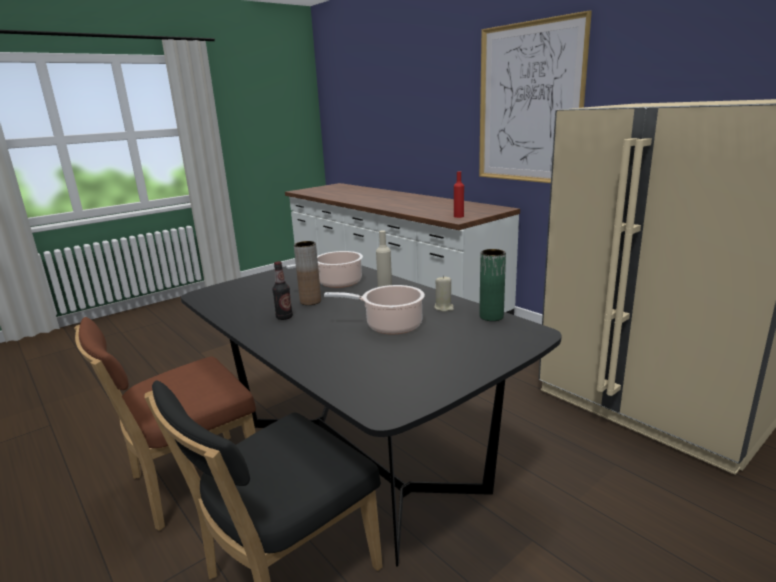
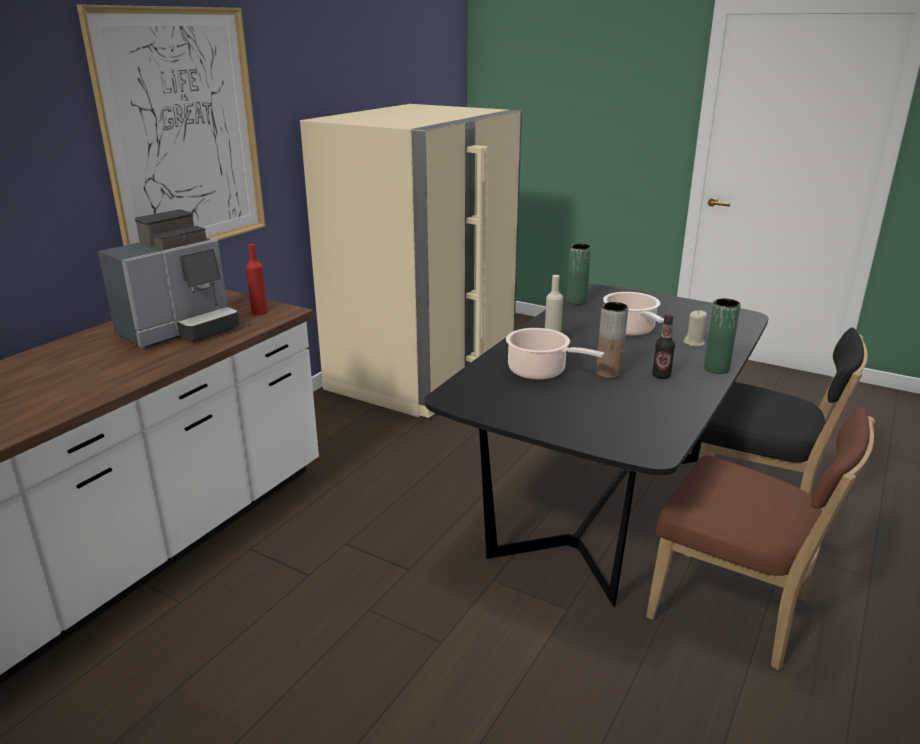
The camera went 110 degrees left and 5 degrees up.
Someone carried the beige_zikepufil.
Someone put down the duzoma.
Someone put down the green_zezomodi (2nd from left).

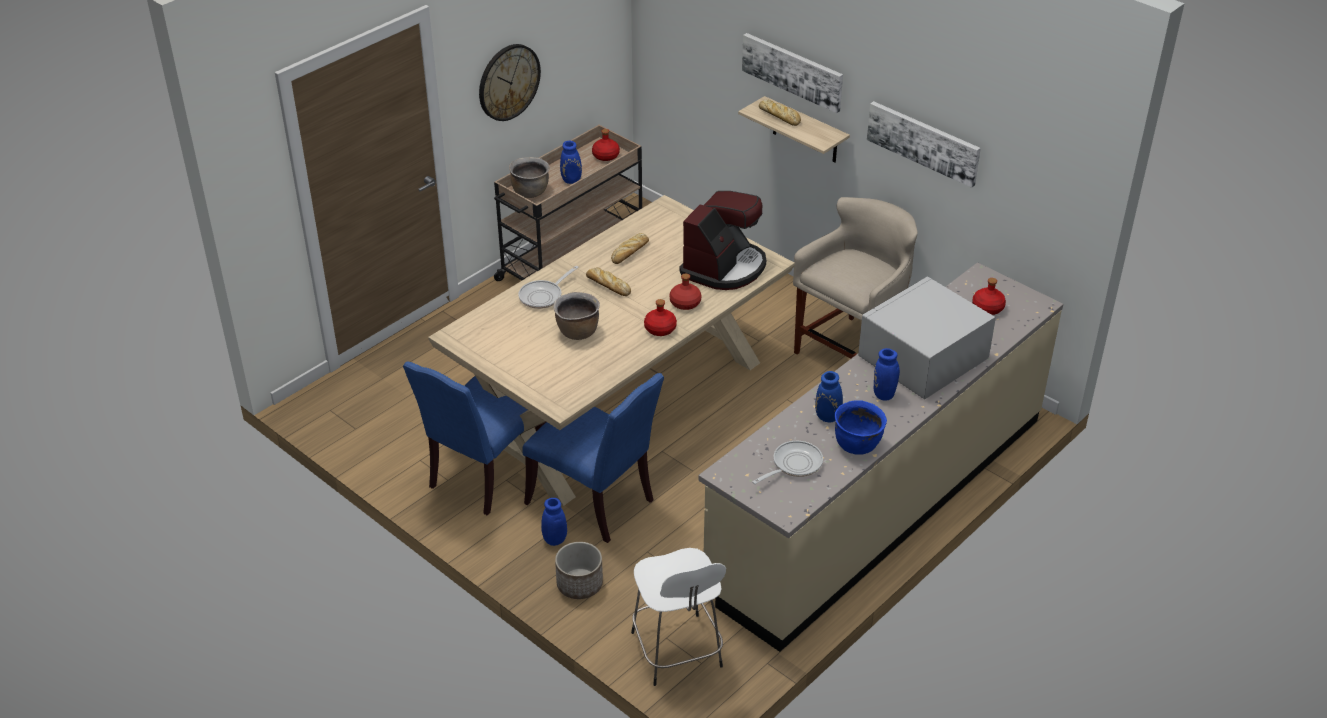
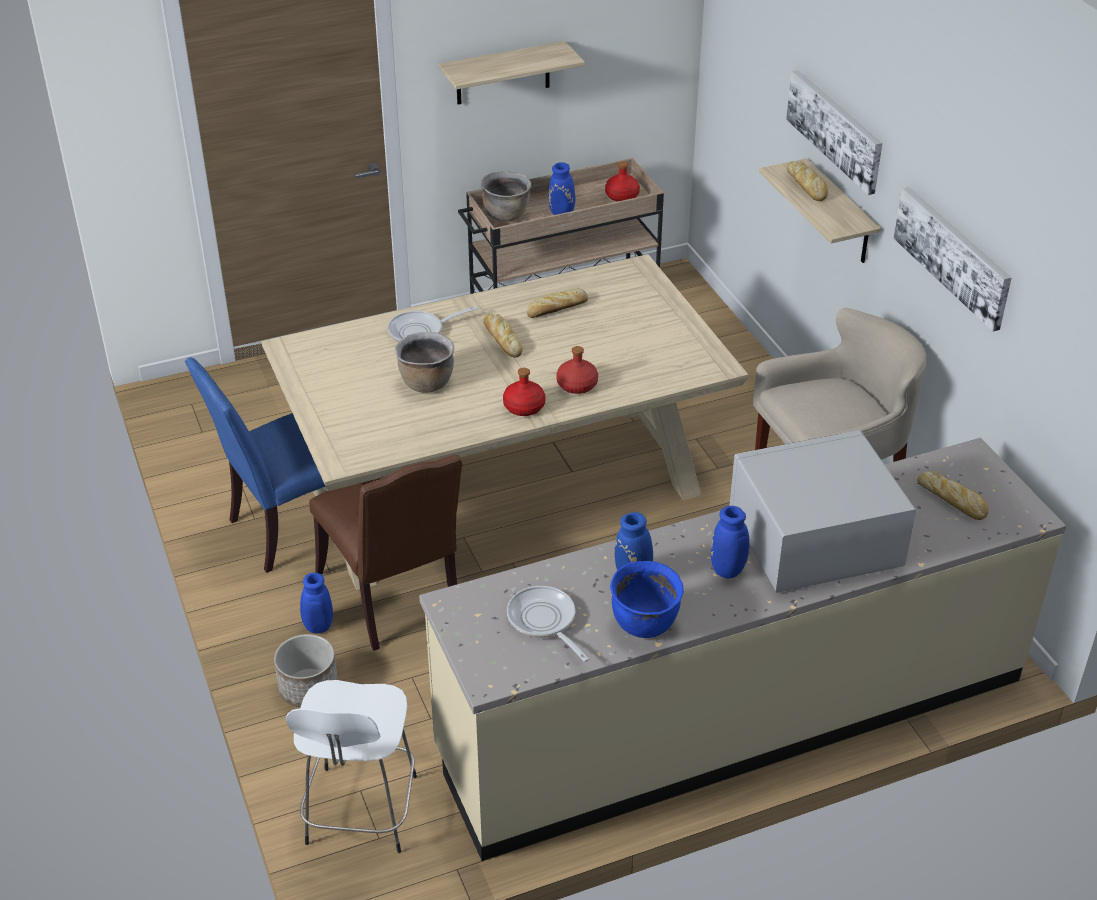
The camera went 25 degrees right and 0 degrees up.
Someone swapped the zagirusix for the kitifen (1st from left).
Someone repainted the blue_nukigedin (2nd from left), which became the brown_nukigedin.
Someone took away the duzoma.
Someone rotated the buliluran (2nd from left) by 105 degrees counterclockwise.
Someone swapped the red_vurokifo (4th from left) for the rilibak (4th from left).

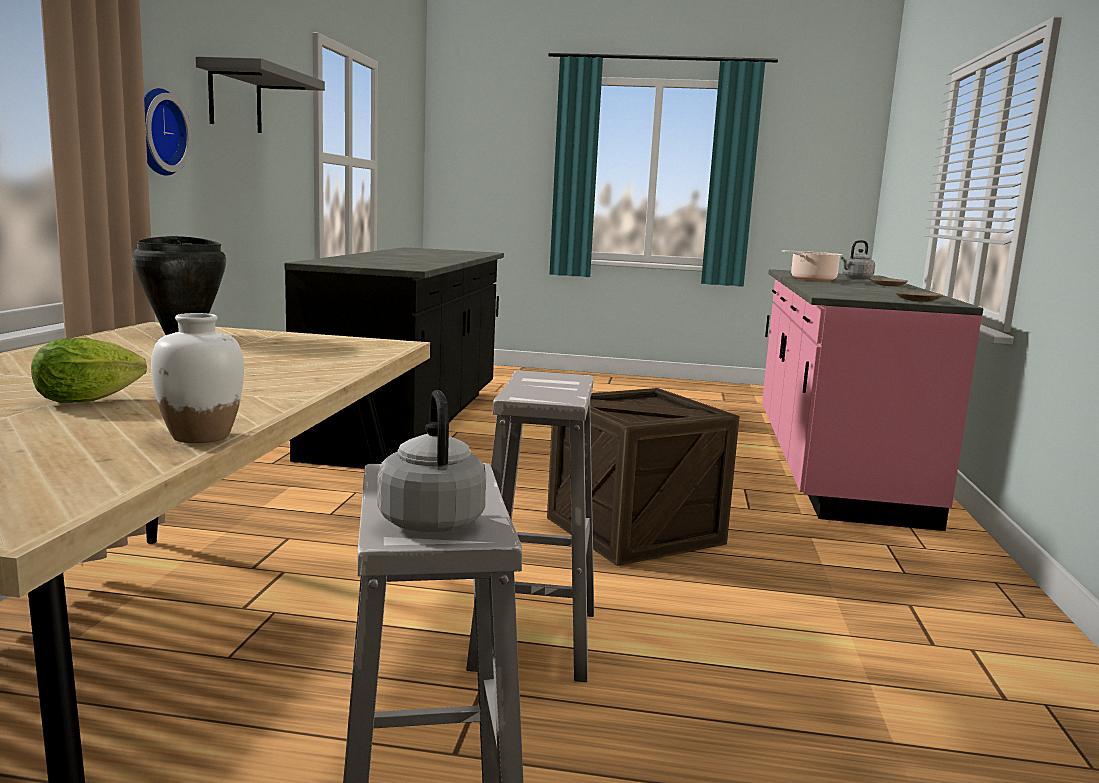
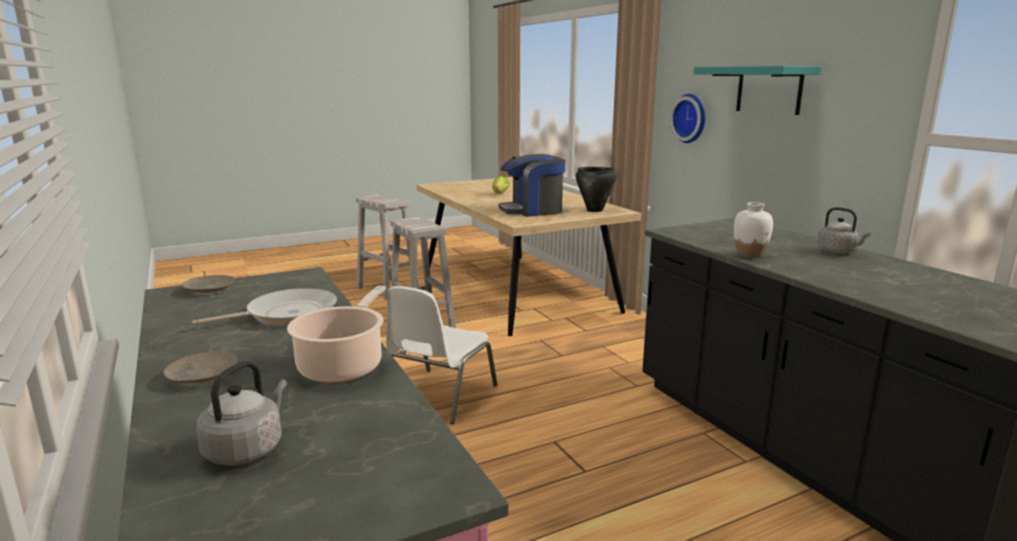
The camera went 145 degrees right and 5 degrees up.
Someone carried the white_zezomodi.
Someone repainted the grey_kitifen, which became the turquoise_kitifen.
Someone carried the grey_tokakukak (1st from left in the first image).
Someone swapped the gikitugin for the white_nukigedin.
Someone put down the buliluran.
Someone put down the duzoma.

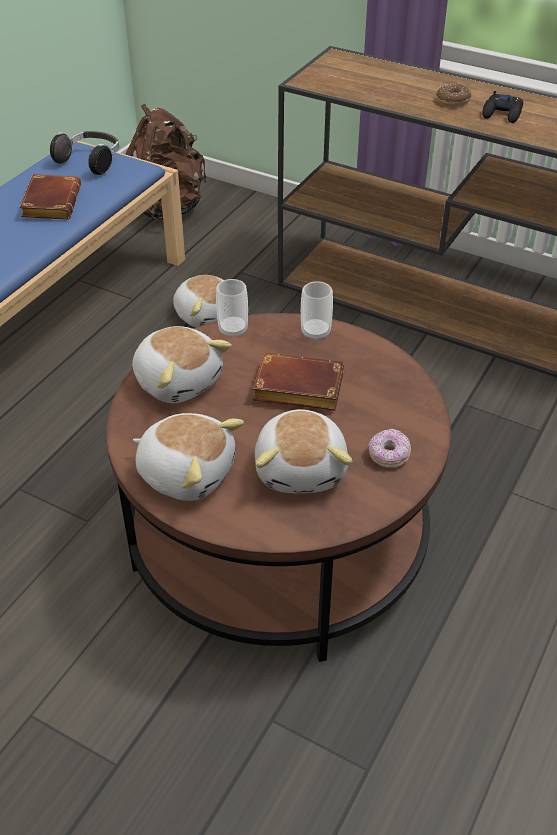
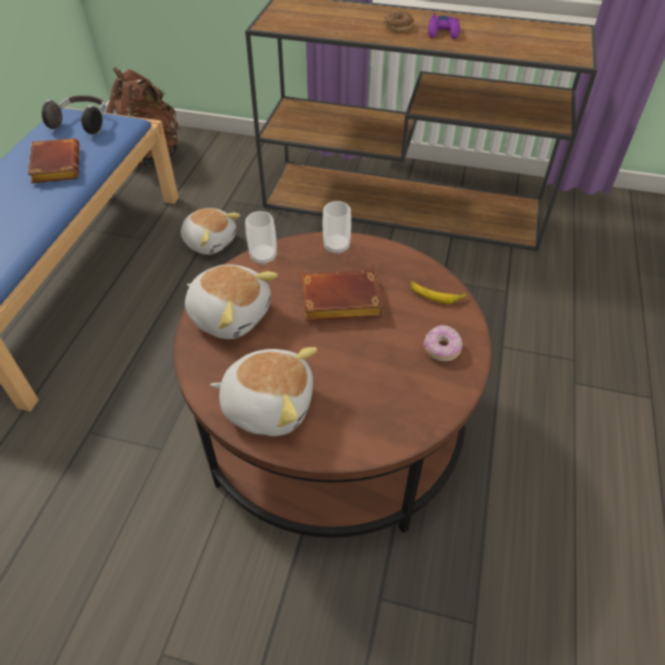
The camera went 15 degrees left and 5 degrees up.
Someone took away the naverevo (4th from left).
Someone repainted the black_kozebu, which became the purple_kozebu.
Someone put down the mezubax.

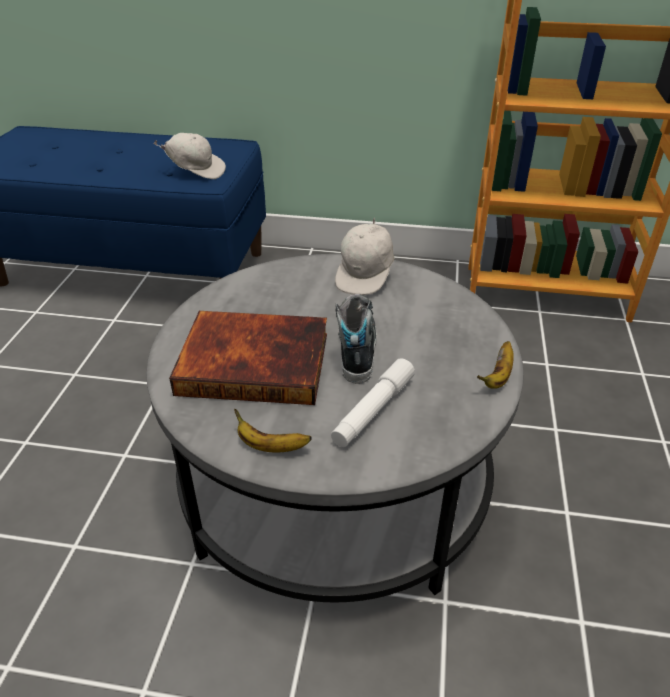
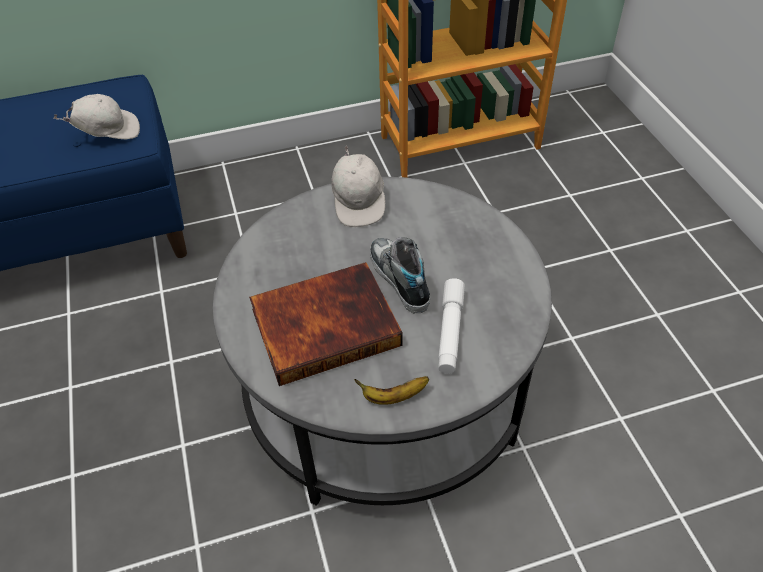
The camera went 25 degrees left and 10 degrees up.
Someone took away the mezubax (2nd from left).

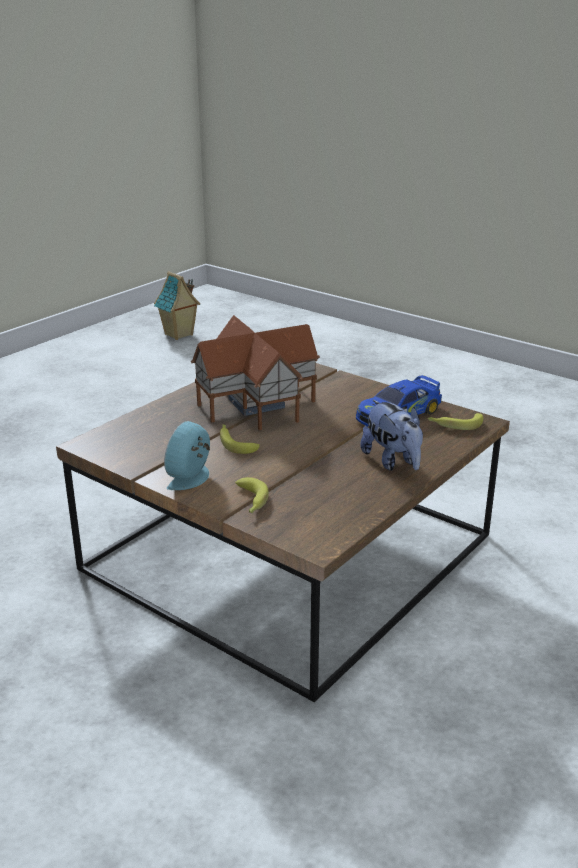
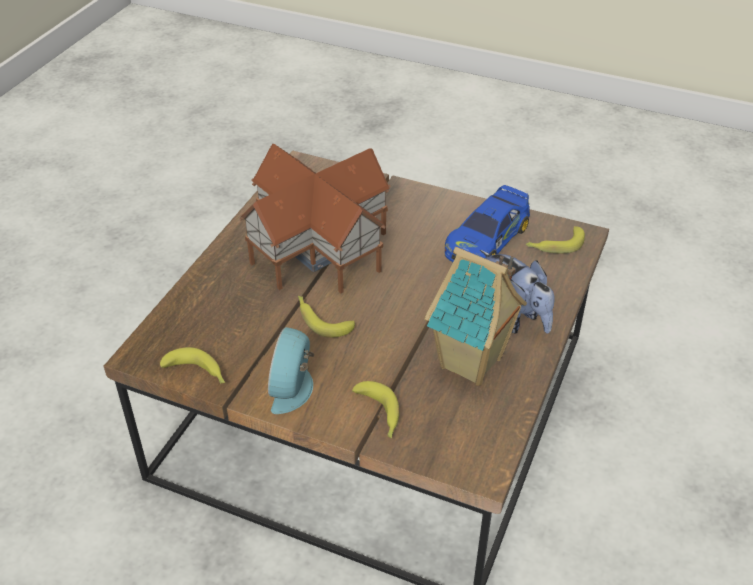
The camera went 15 degrees left and 15 degrees up.
Someone carried the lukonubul (1st from left in the first image).
Someone put down the mezubax (1st from left).

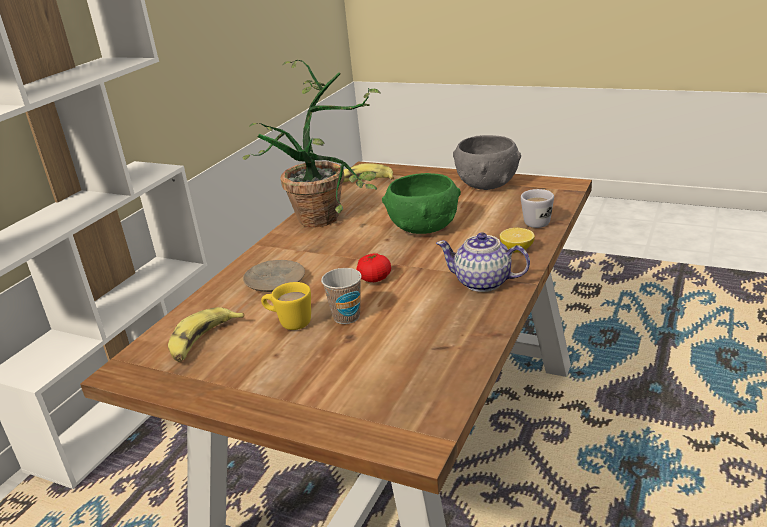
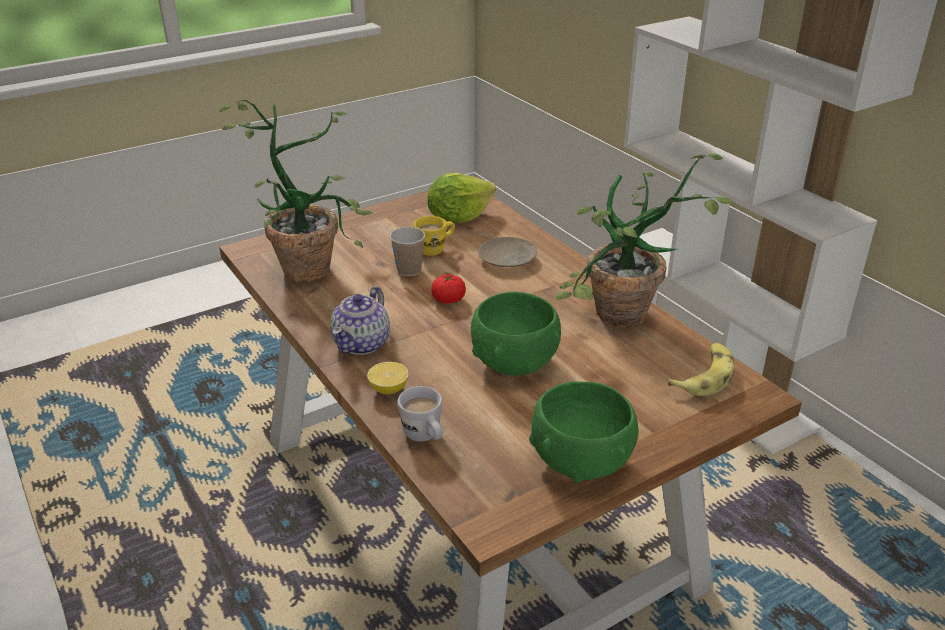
The camera went 120 degrees right and 5 degrees up.
Someone swapped the mezubax (1st from left) for the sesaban.
Someone rotated the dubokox by 150 degrees clockwise.
Someone repainted the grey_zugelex, which became the green_zugelex (2nd from left).
Someone put down the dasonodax (1st from left).

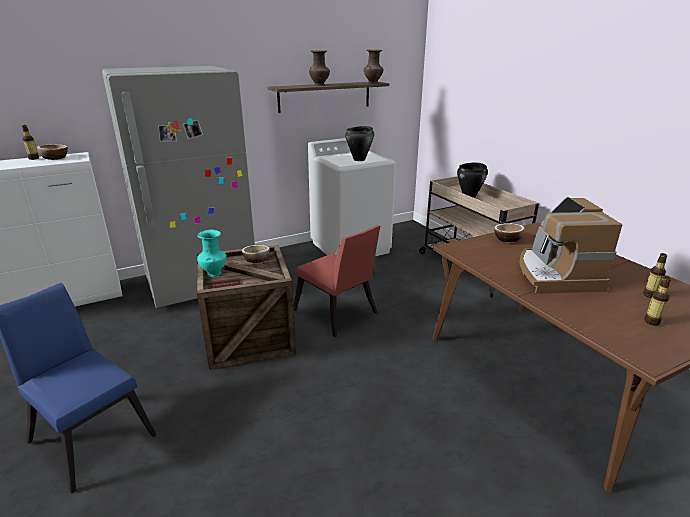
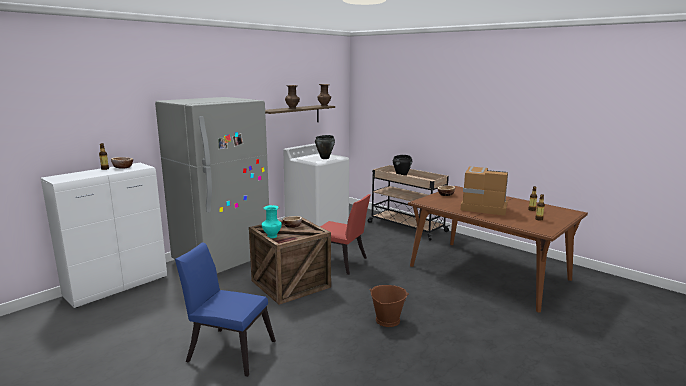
The camera went 20 degrees left and 10 degrees down.
Someone rotated the duzoma by 135 degrees clockwise.
Someone put down the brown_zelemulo.

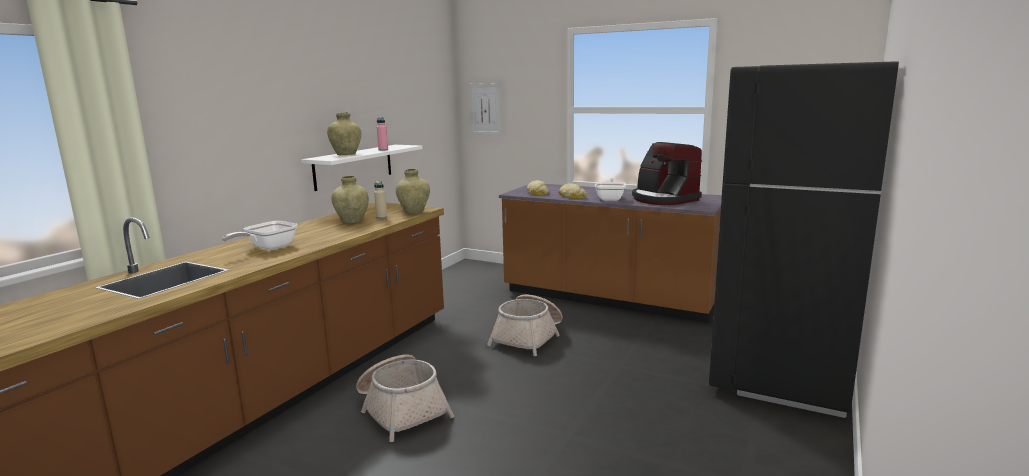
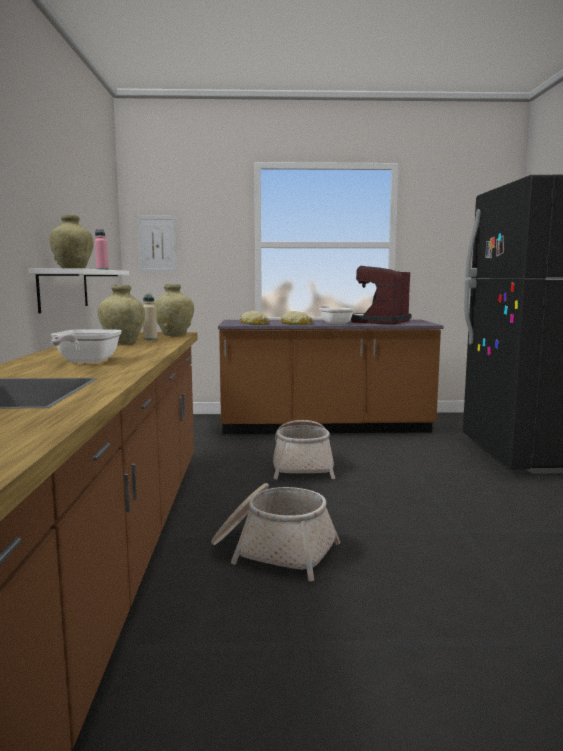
The camera went 30 degrees left and 5 degrees down.
Someone rotated the duzoma by 90 degrees clockwise.

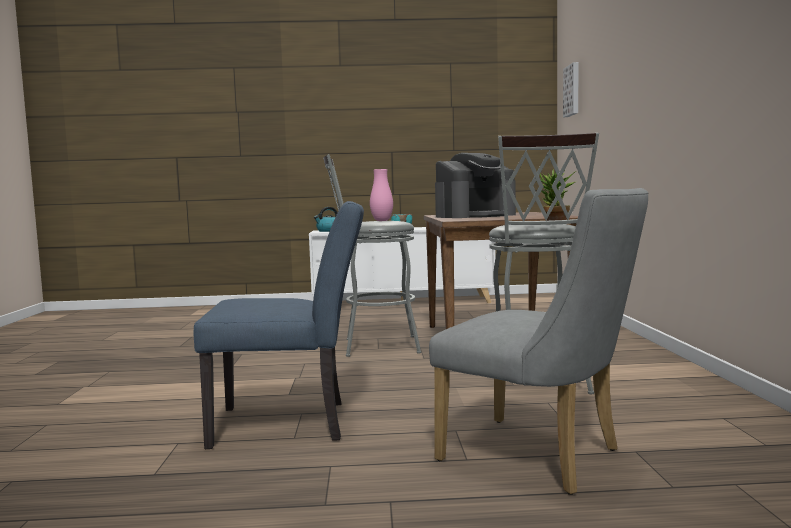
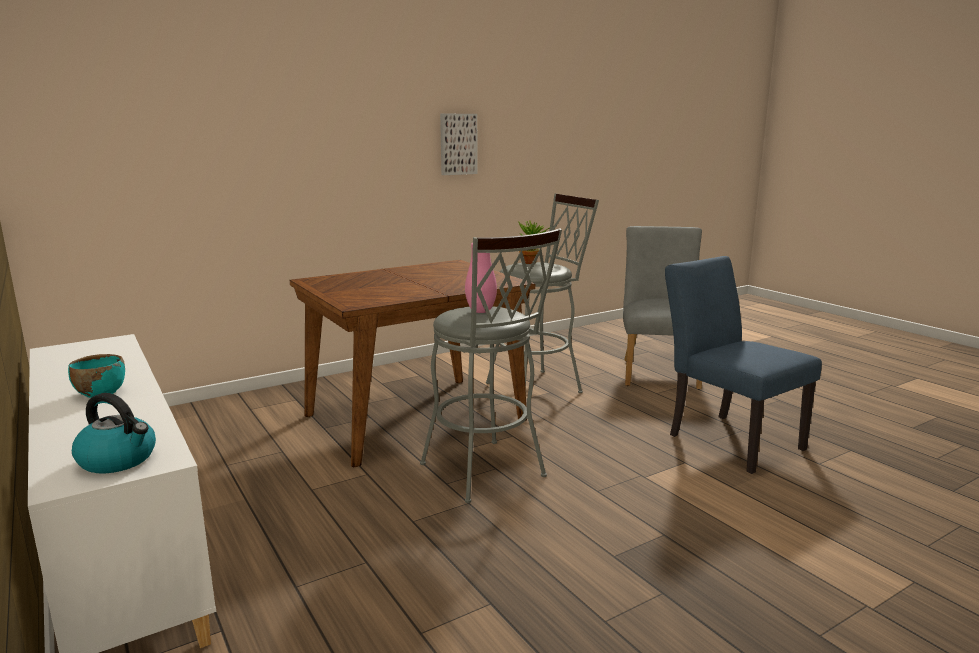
The camera went 120 degrees left and 10 degrees up.
Someone took away the duzoma.
Someone carried the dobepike.

